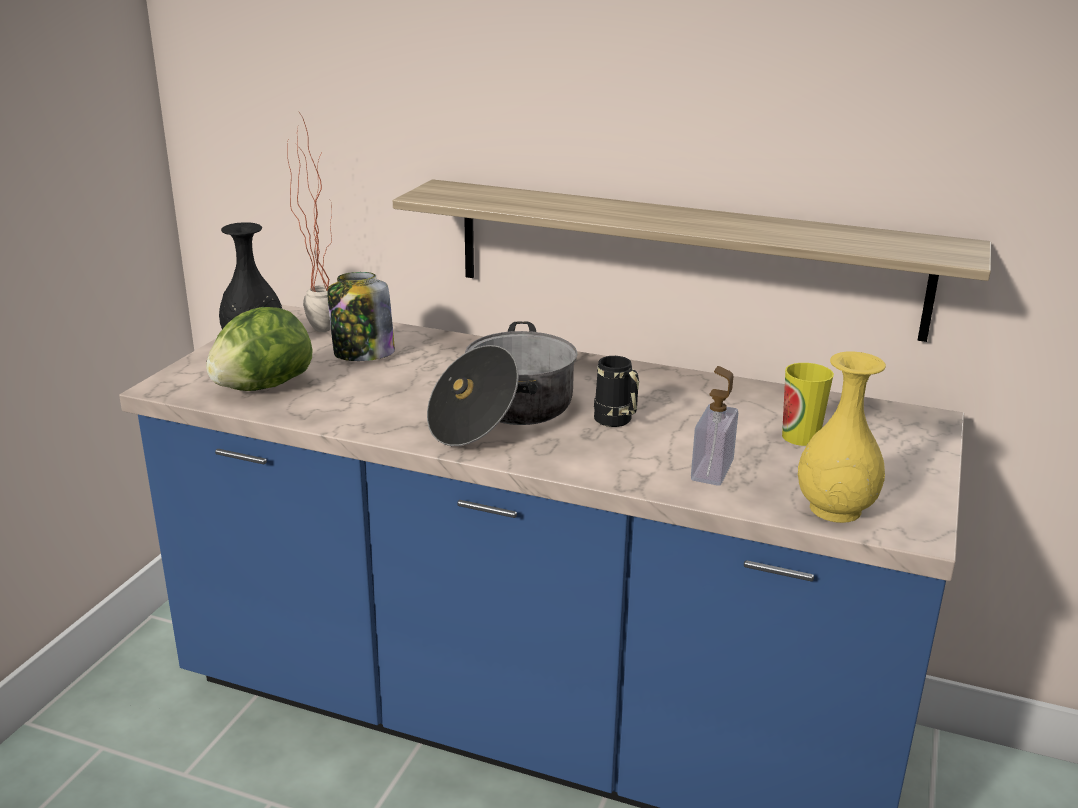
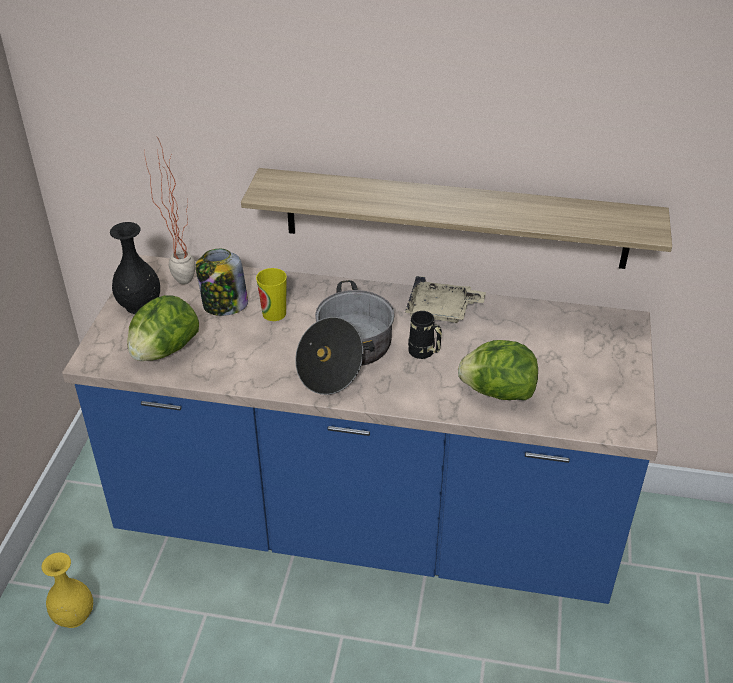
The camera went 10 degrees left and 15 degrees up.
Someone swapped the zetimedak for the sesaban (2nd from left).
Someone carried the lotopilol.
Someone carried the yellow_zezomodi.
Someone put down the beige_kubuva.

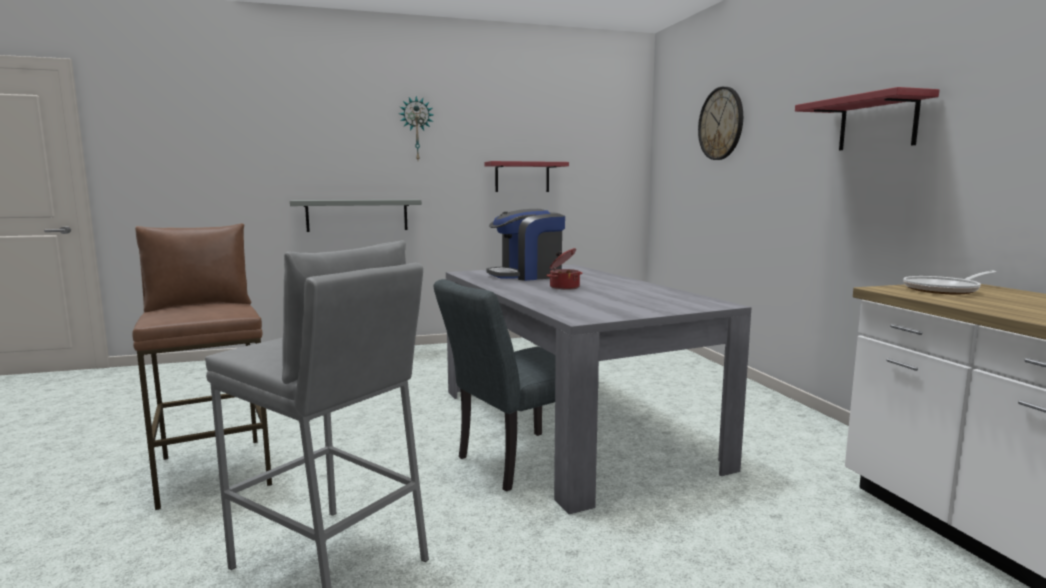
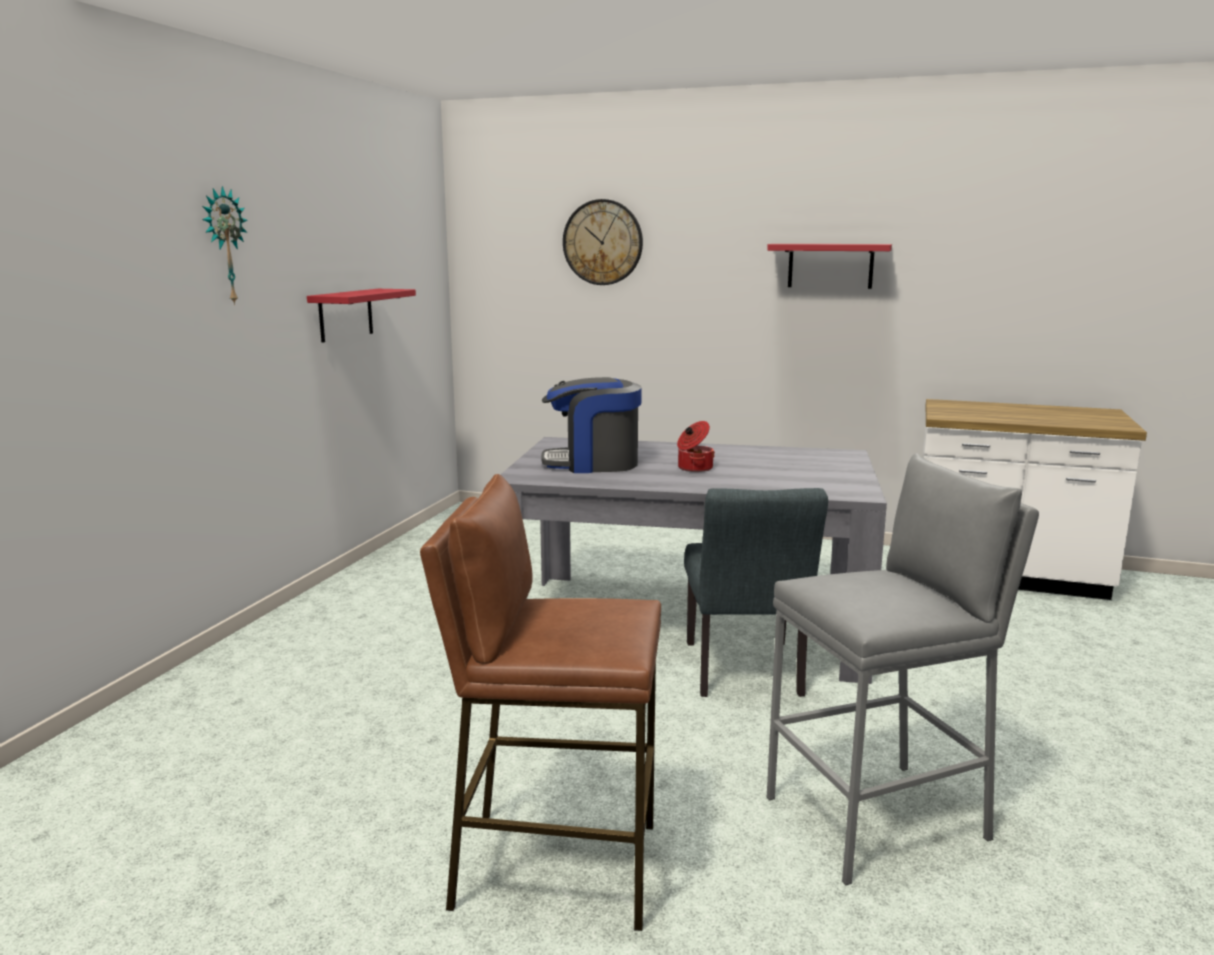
The camera went 55 degrees left and 5 degrees up.
Someone took away the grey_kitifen.
Someone rotated the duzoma by 75 degrees clockwise.
Someone took away the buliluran.

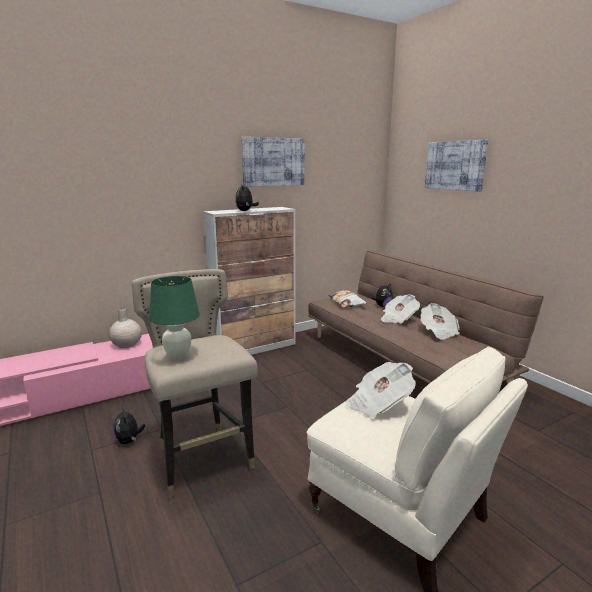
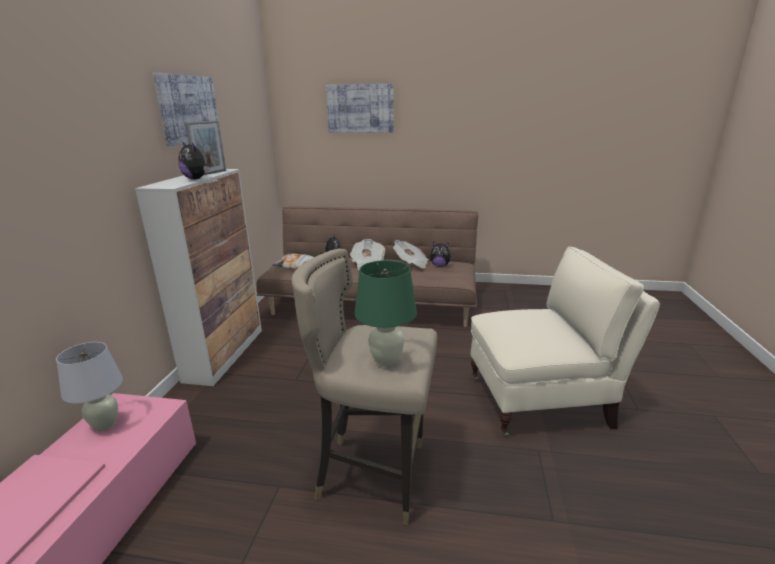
The camera went 50 degrees left and 5 degrees up.
Someone swapped the beige_zezomodi for the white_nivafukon.
Someone carried the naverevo (1st from left in the first image).
Someone took away the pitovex (1st from left).
Someone put down the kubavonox.

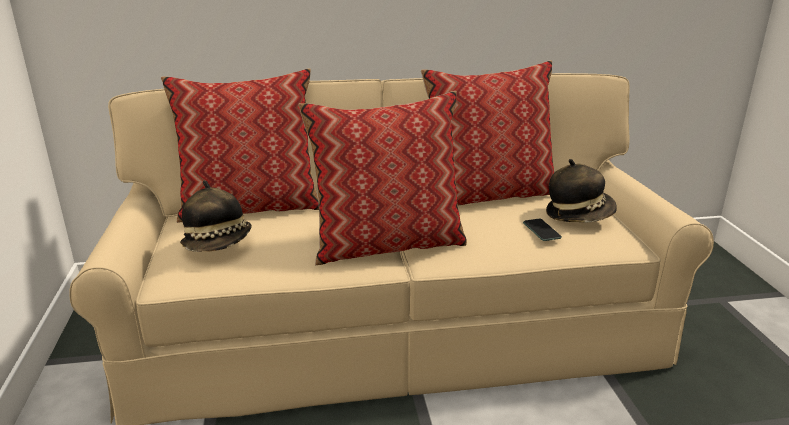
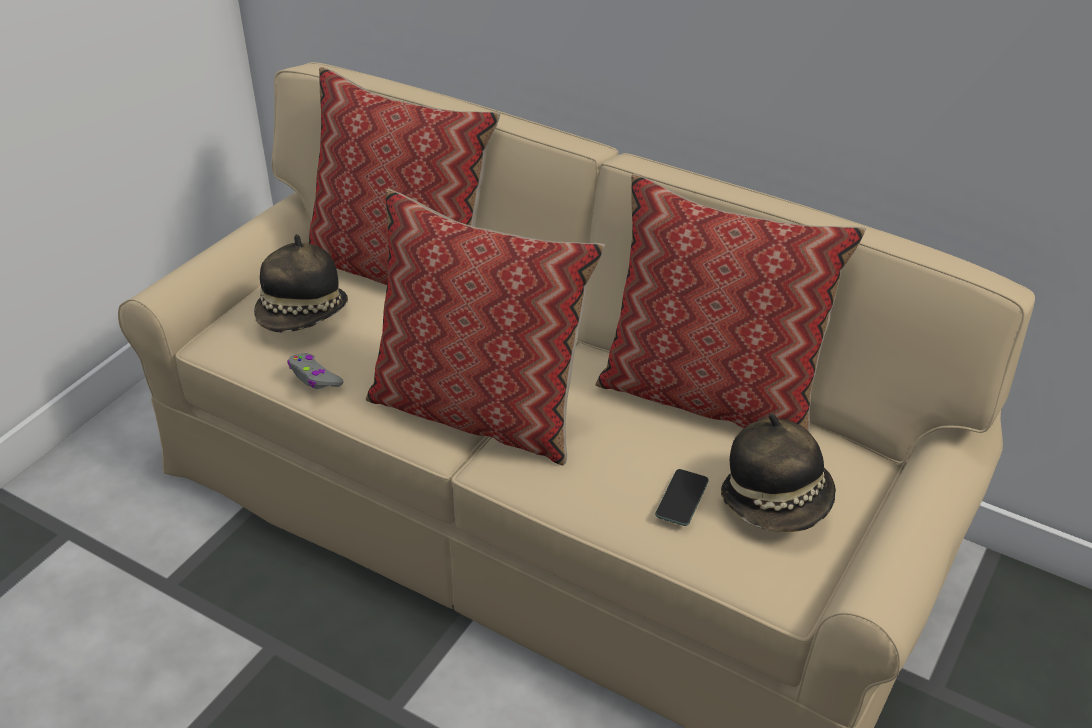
The camera went 40 degrees right and 15 degrees up.
Someone put down the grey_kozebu.

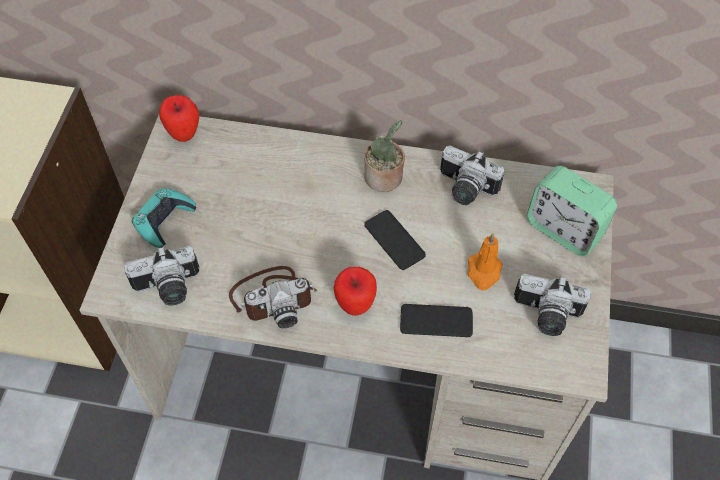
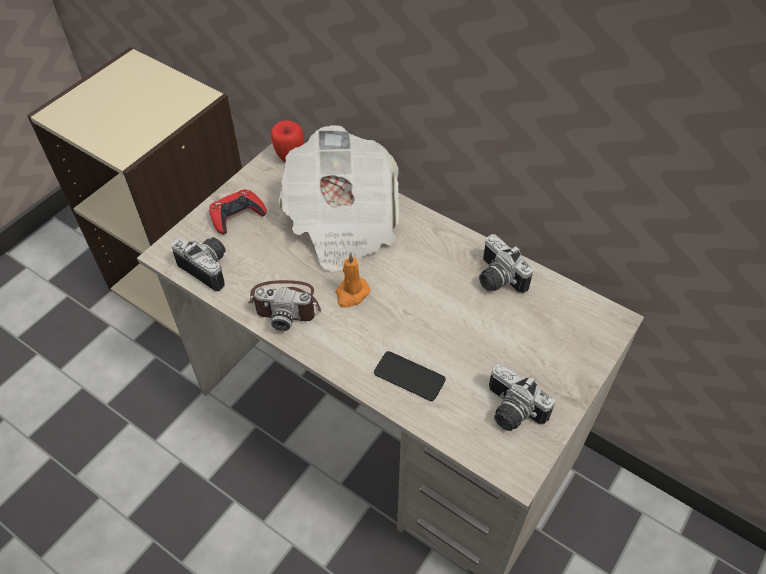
The camera went 25 degrees right and 5 degrees down.
Someone rotated the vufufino (1st from left) by 150 degrees counterclockwise.
Someone repainted the turquoise_kozebu, which became the red_kozebu.
Someone took away the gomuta (2nd from left).
Someone took away the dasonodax.
Someone took away the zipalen (1st from left).
Someone carried the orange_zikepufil.
Someone took away the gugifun.
Someone put down the pitovex.

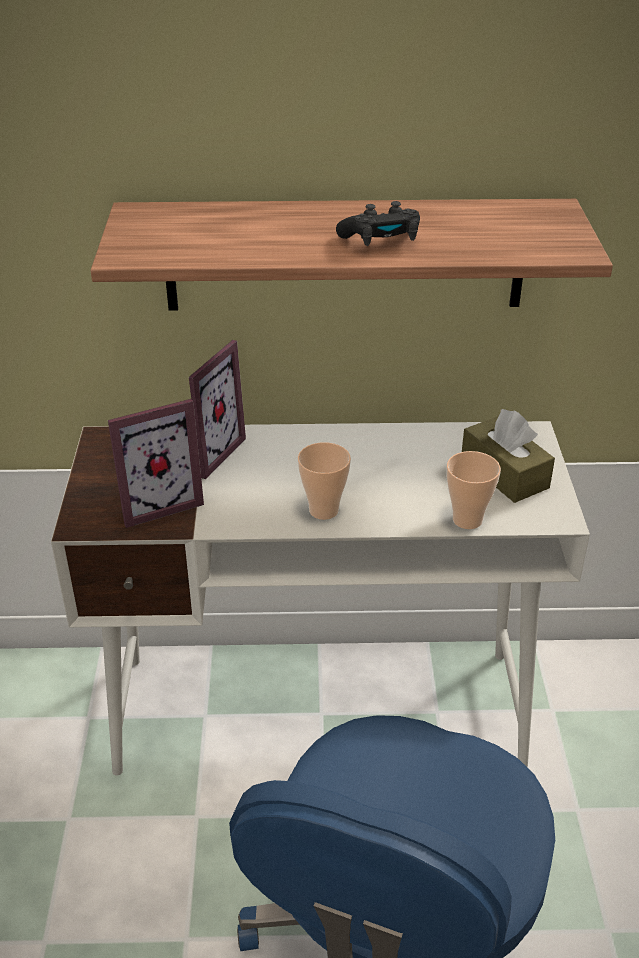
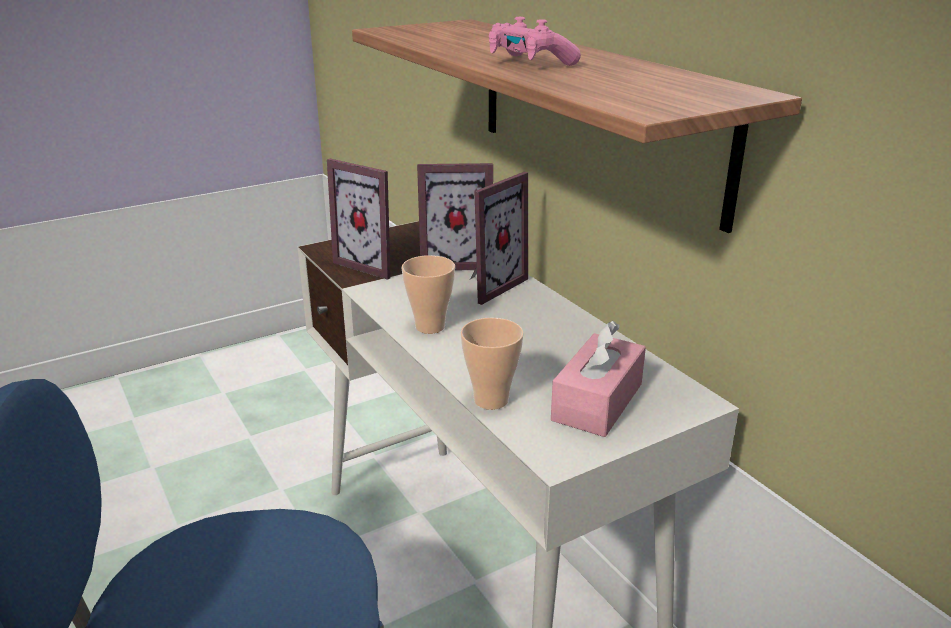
The camera went 60 degrees right and 10 degrees down.
Someone repainted the black_kozebu, which became the pink_kozebu.
Someone repainted the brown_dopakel, which became the pink_dopakel.
Someone put down the kubavonox (3rd from left).

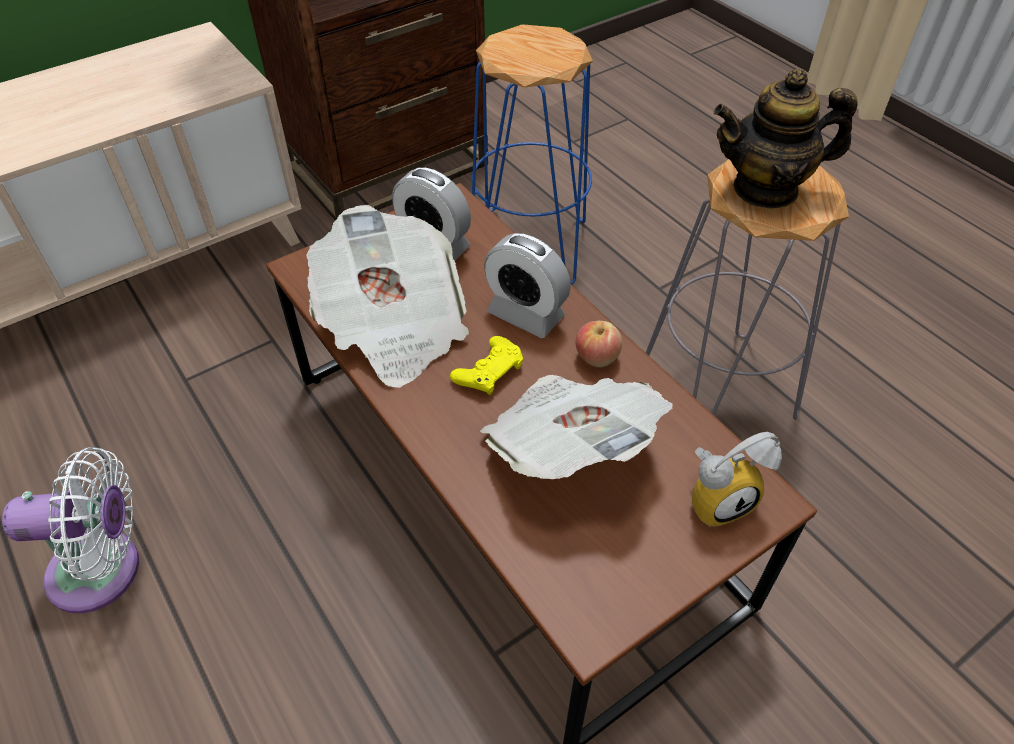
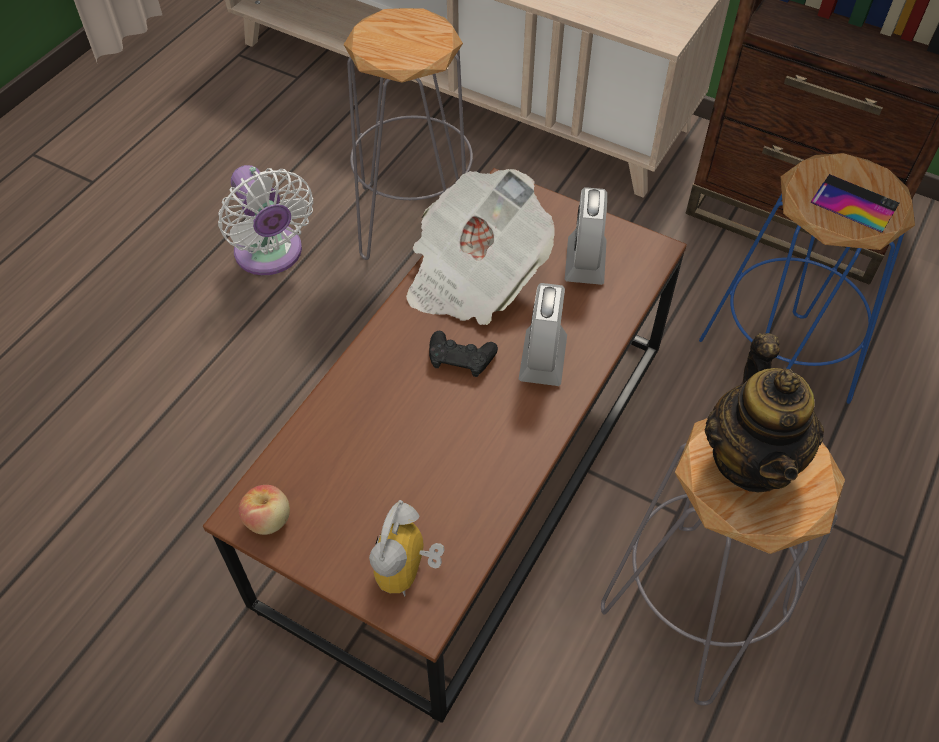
The camera went 65 degrees right and 5 degrees up.
Someone repainted the yellow_kozebu, which became the black_kozebu.
Someone took away the pitovex (2nd from left).
Someone carried the gomuta.
Someone rotated the gugifun (3rd from left in the first image) by 60 degrees clockwise.
Someone rotated the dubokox by 150 degrees counterclockwise.
Someone put down the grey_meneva (1st from left).
Someone put down the zipalen.

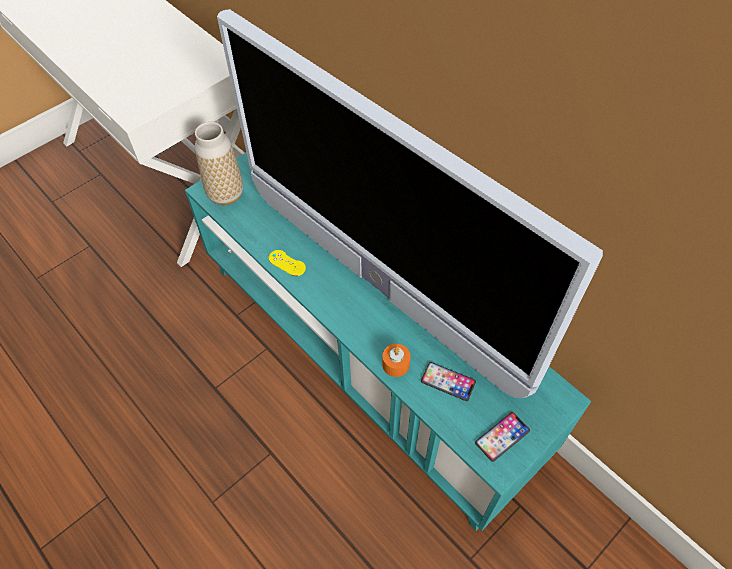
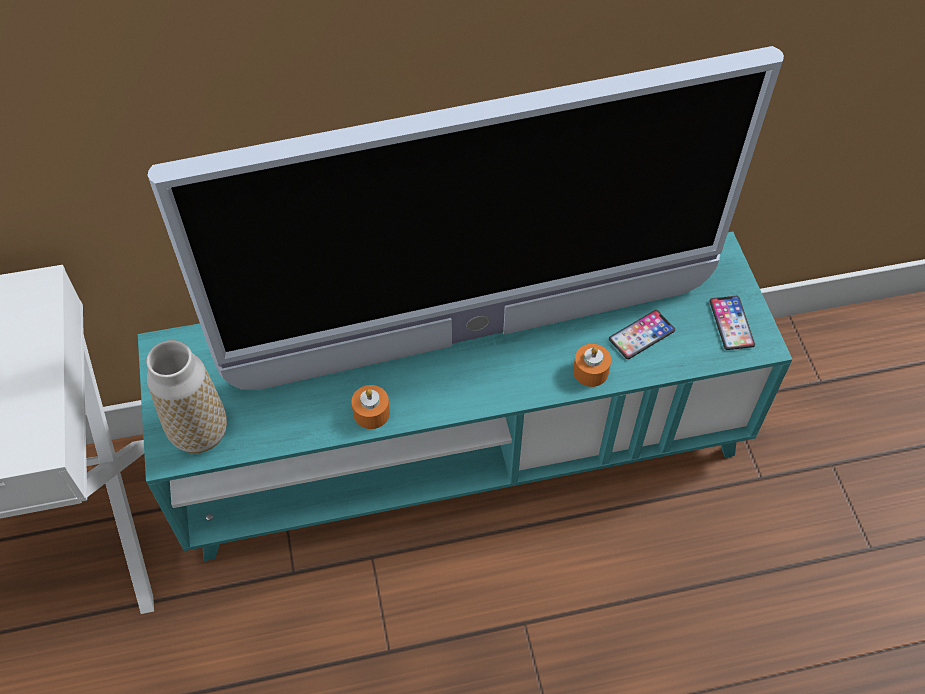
The camera went 60 degrees left and 0 degrees up.
Someone swapped the yellow_kozebu for the orange_zikepufil (1st from left).

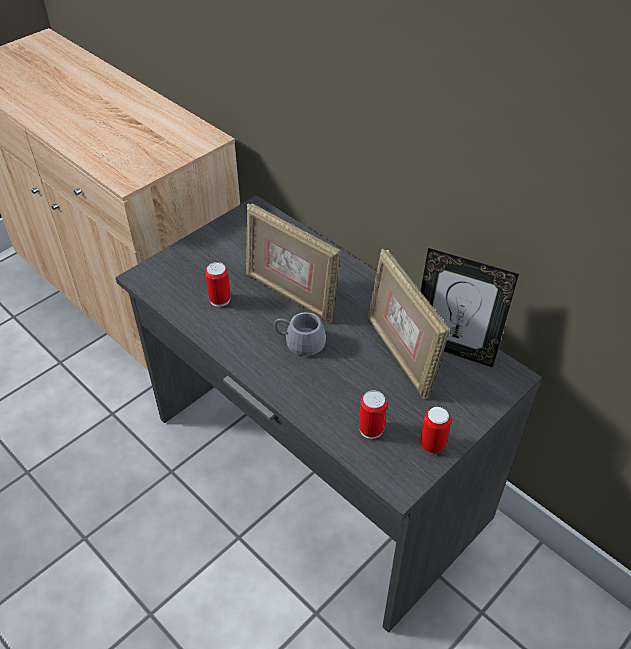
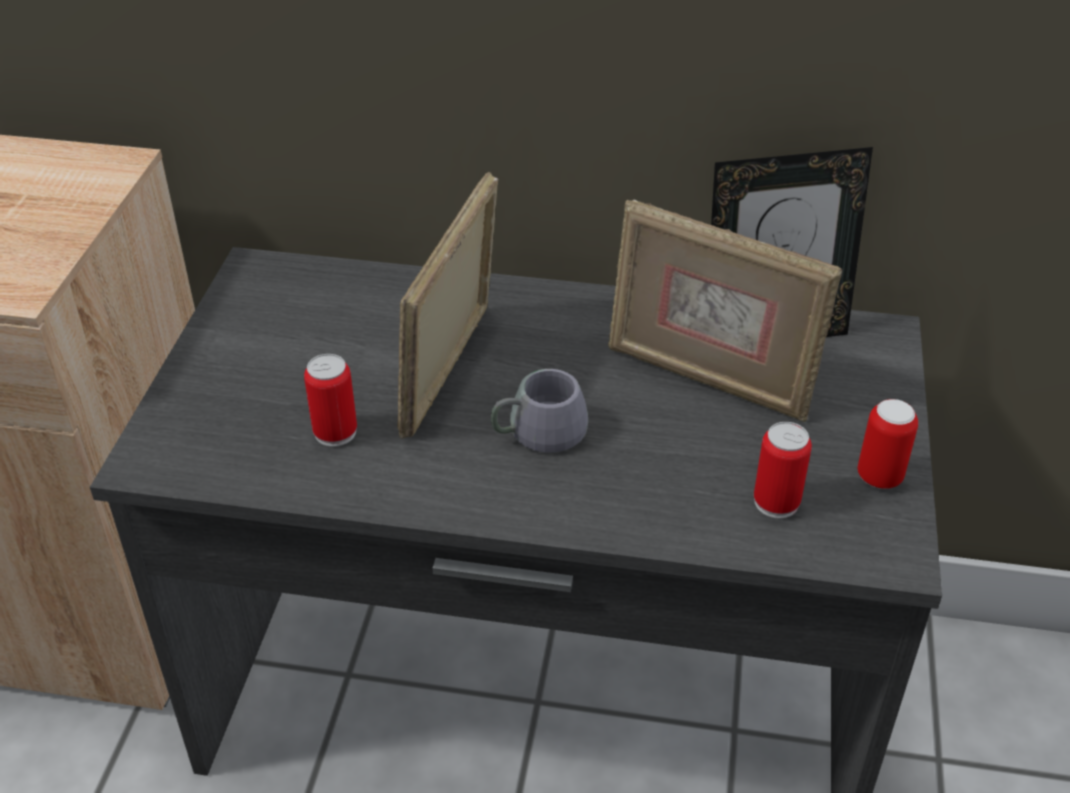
The camera went 35 degrees left and 5 degrees down.
Someone rotated the kubavonox (1st from left) by 105 degrees clockwise.

